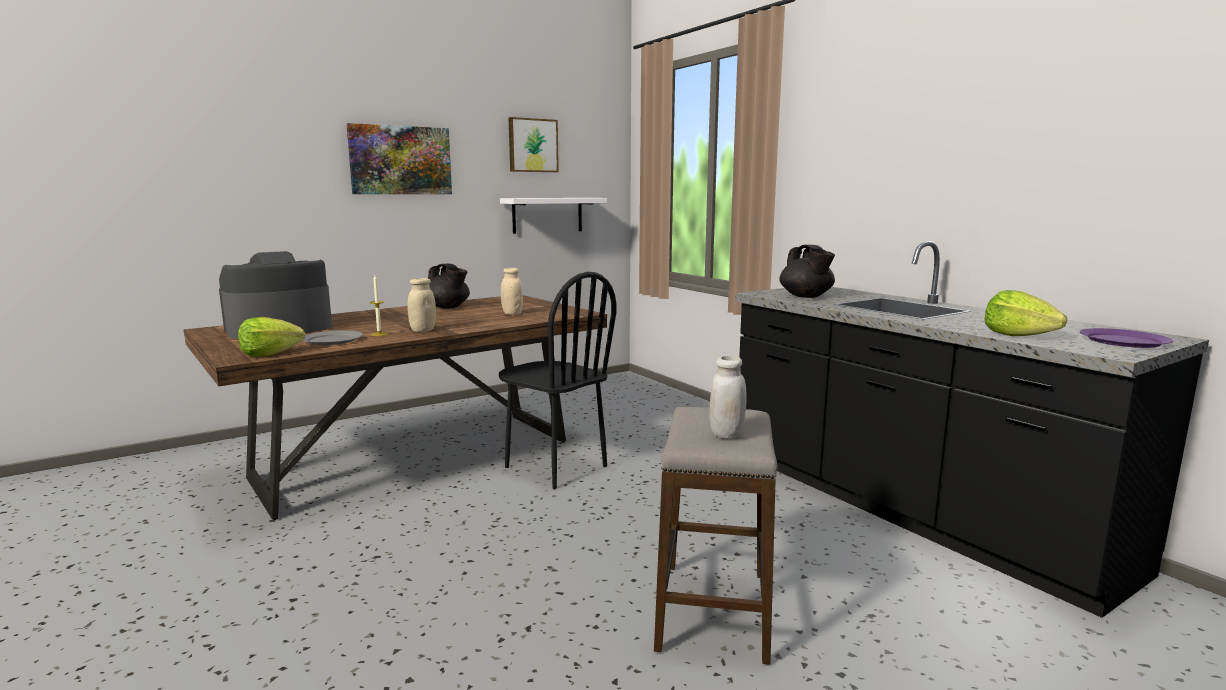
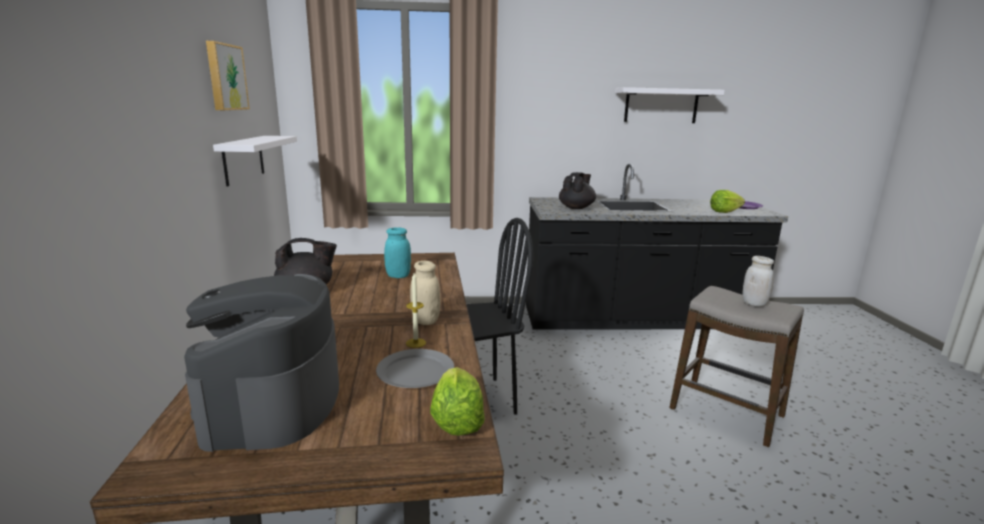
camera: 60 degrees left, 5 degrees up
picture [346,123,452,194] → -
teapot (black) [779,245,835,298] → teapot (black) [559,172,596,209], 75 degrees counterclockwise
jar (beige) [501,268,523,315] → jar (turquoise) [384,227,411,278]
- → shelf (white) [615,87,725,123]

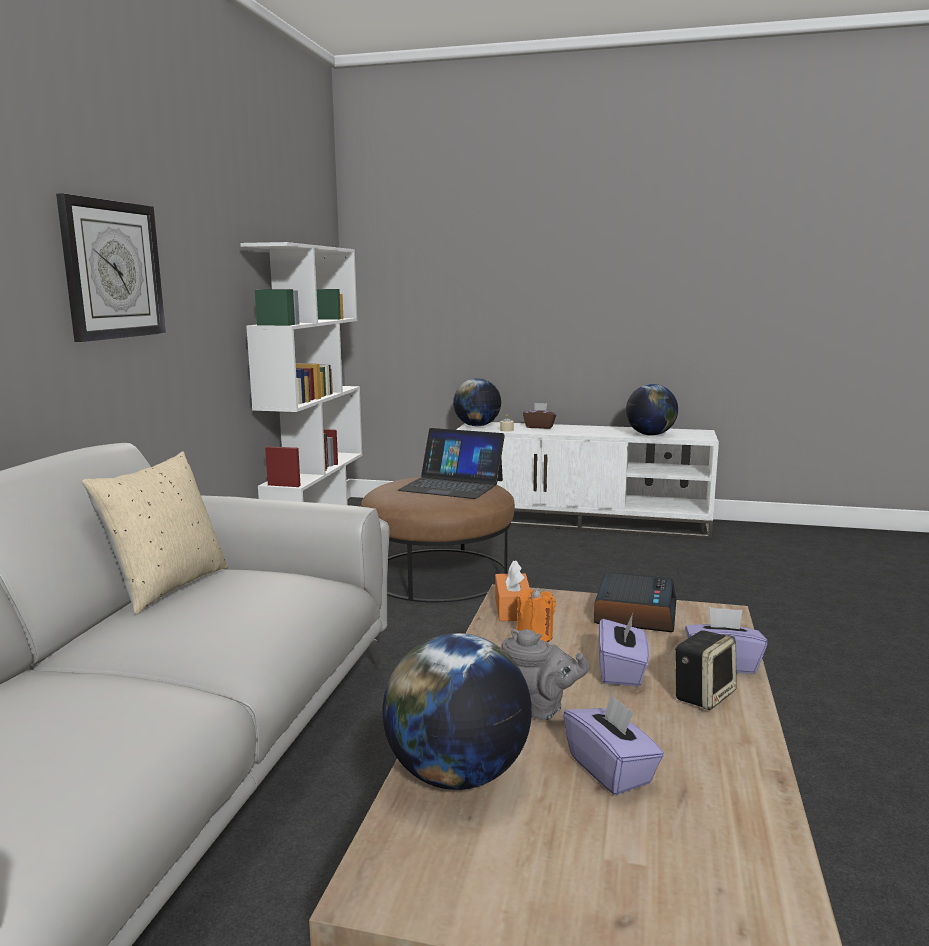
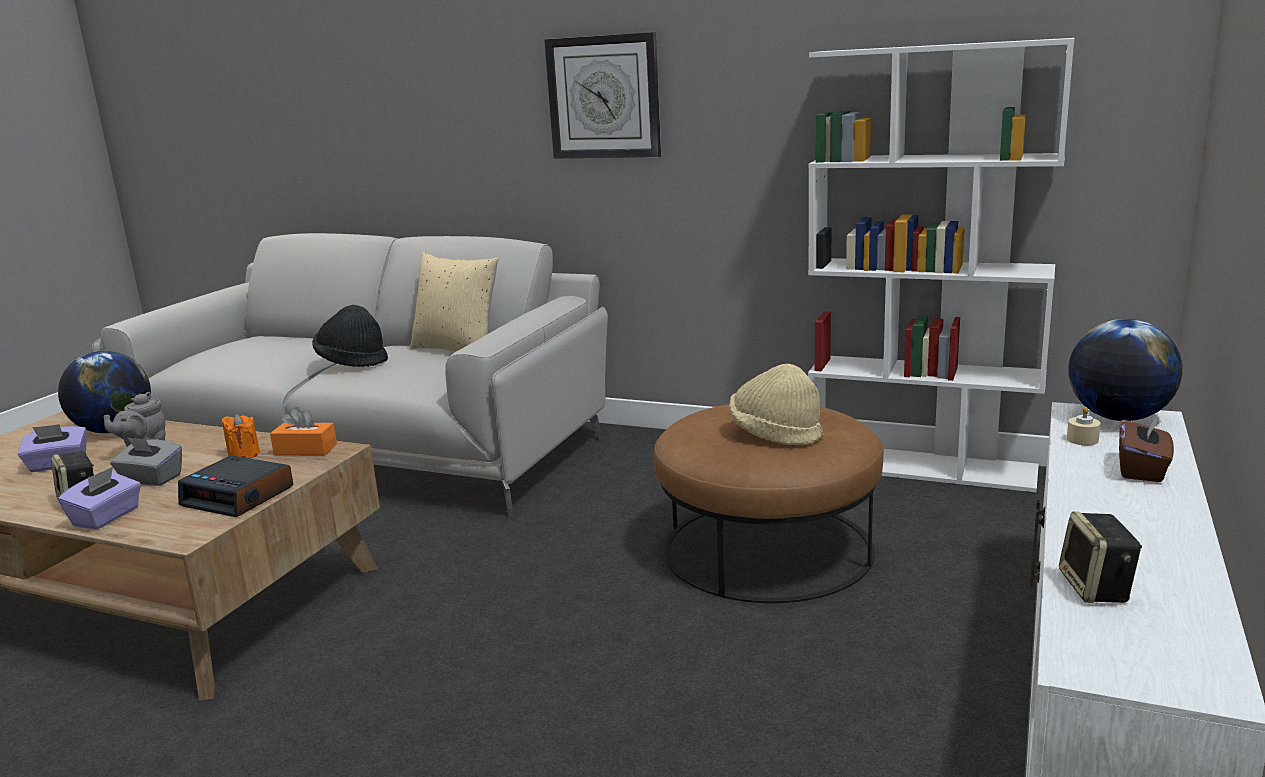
camera: 100 degrees right, 5 degrees up
globe [626,384,678,436] → speaker [1059,511,1142,603]
laptop [398,428,505,499] → hat (beige) [729,364,824,446]
tissue box (purple) [599,614,649,686] → tissue box (grey) [110,437,182,486]
- → hat (black) [312,305,388,367]

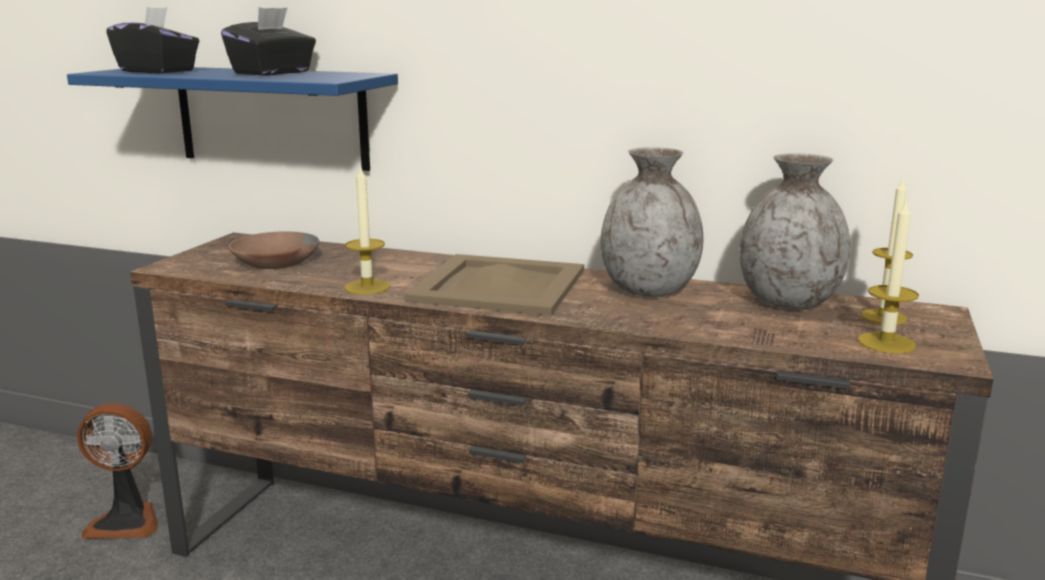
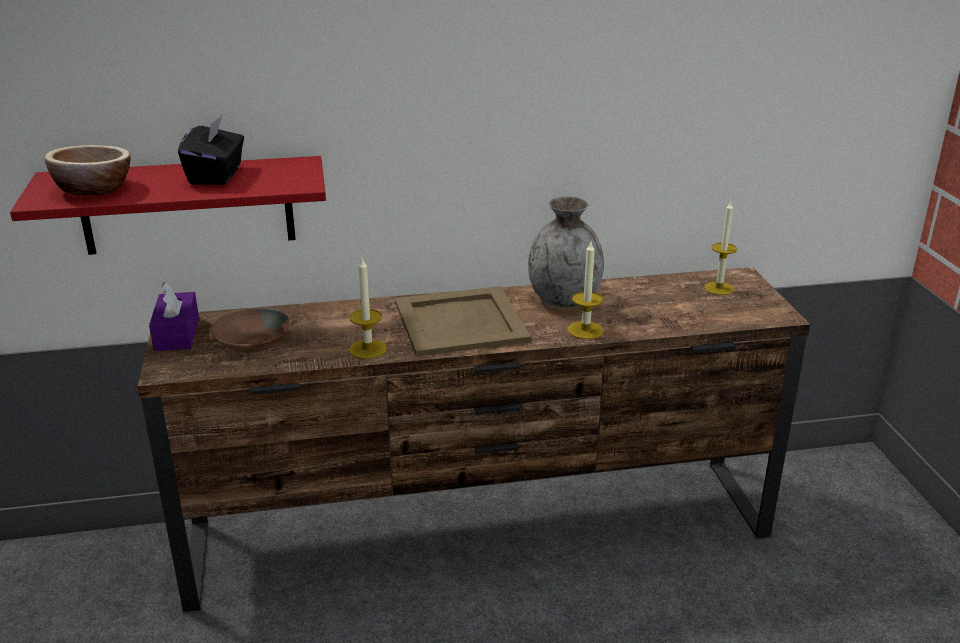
camera: 30 degrees left, 10 degrees up
tissue box (black) [106,7,199,74] → bowl [45,145,130,195]
shelf (blue) [67,67,398,171] → shelf (red) [10,156,326,255]
vase (grey) [739,153,850,309] → -
candle [858,199,919,354] → candle [568,242,604,339], shifted
fan [77,403,158,539] → -
- → tissue box (purple) [149,282,199,351]

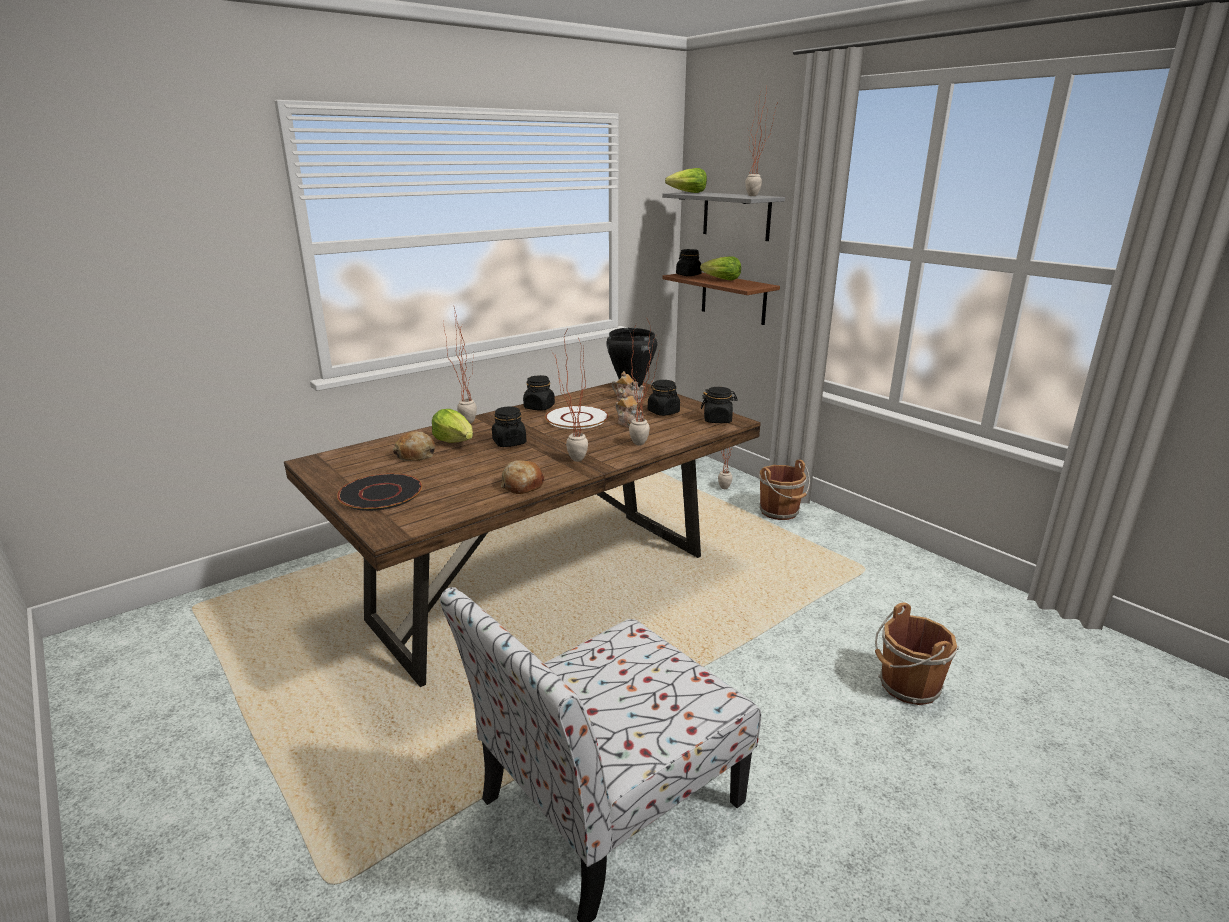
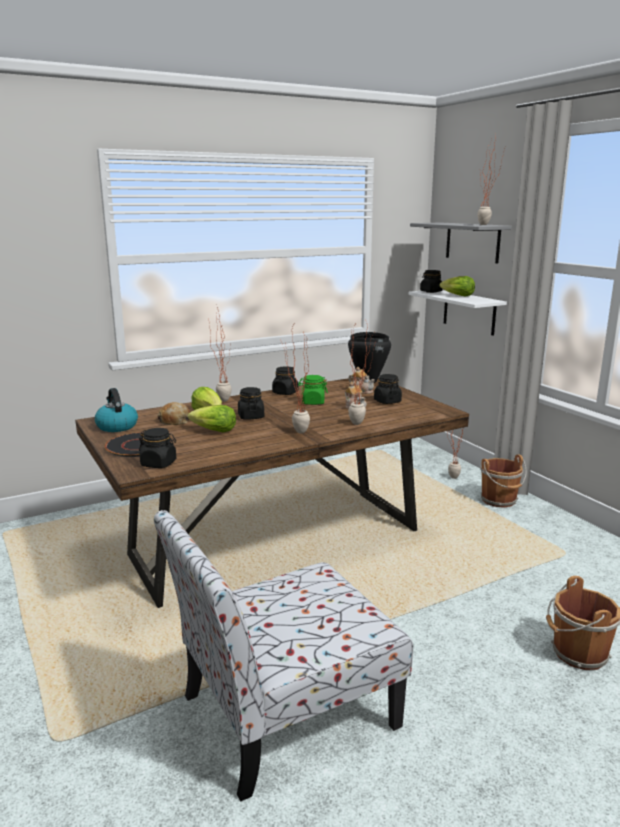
camera: 10 degrees right, 5 degrees down
lettuce [665,168,707,193] → lettuce [188,405,236,432], shifted
shelf (brown) [662,273,780,325] → shelf (white) [408,290,507,336]
jar (black) [701,387,738,423] → jar (black) [139,428,176,468], shifted
plate (white) [545,406,609,429] → jar (green) [298,375,328,405]
bread [501,460,544,494] → -
- → kettle [95,388,138,432]

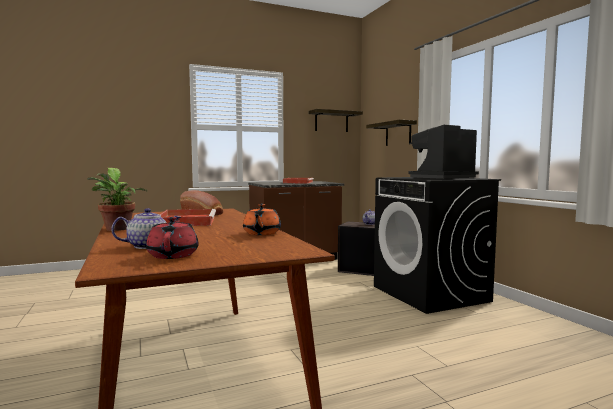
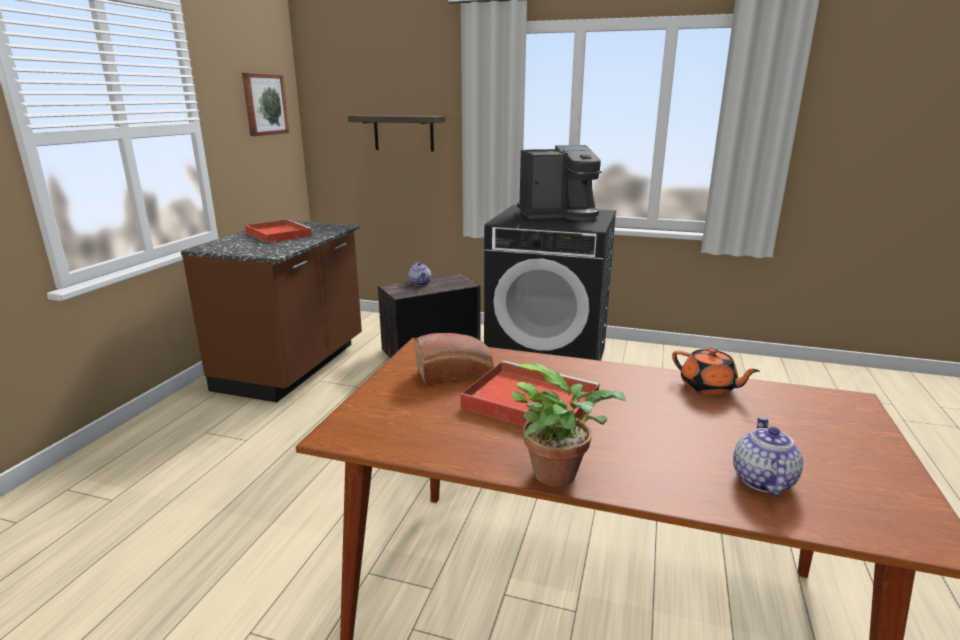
camera: 50 degrees left, 15 degrees up
shelf [309,109,363,132] → picture [242,73,289,136]
coffee machine [408,124,479,179] → coffee machine [517,145,602,221], 105 degrees counterclockwise
teapot (red) [146,217,199,259] → -

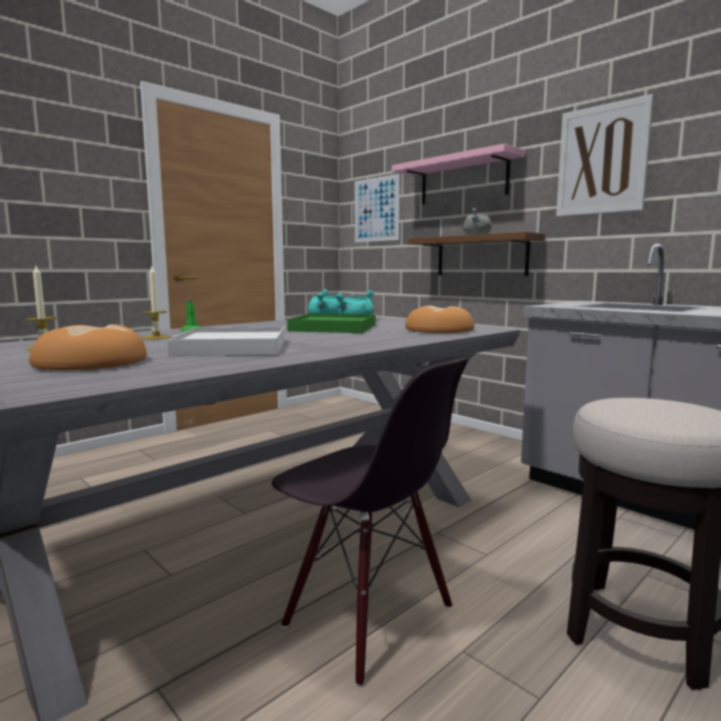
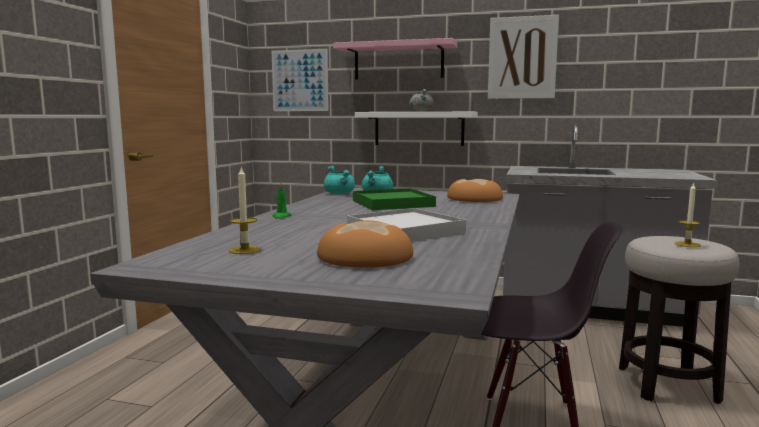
camera: 30 degrees left, 0 degrees up
shelf (brown) [408,232,545,276] → shelf (white) [355,112,478,146]
candle [142,265,171,339] → candle [675,183,701,247], shifted

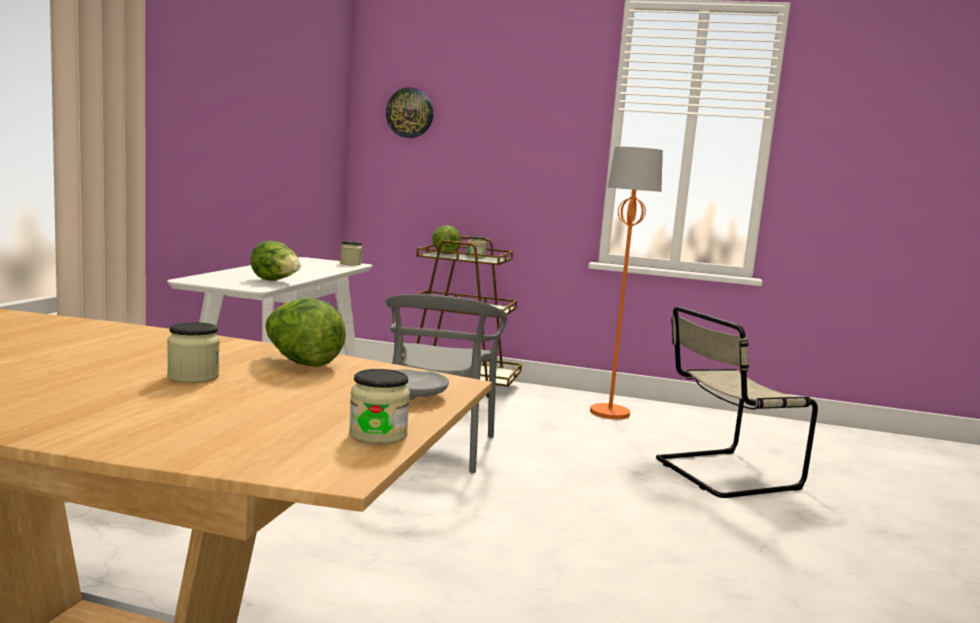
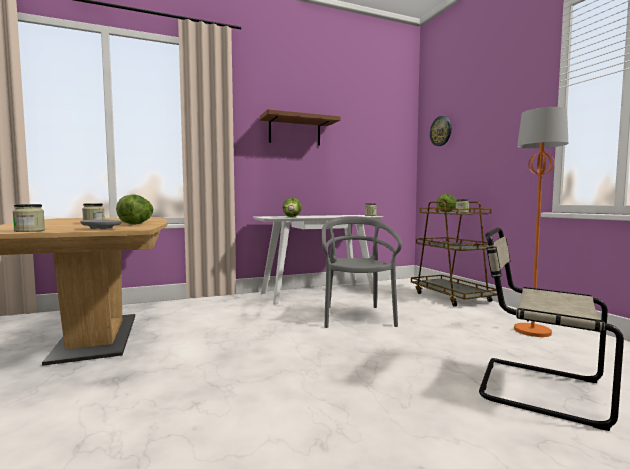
camera: 55 degrees right, 5 degrees down
chair (grey) [385,294,507,474] → chair (grey) [321,216,402,328], 120 degrees clockwise
- → shelf (brown) [259,109,340,146]

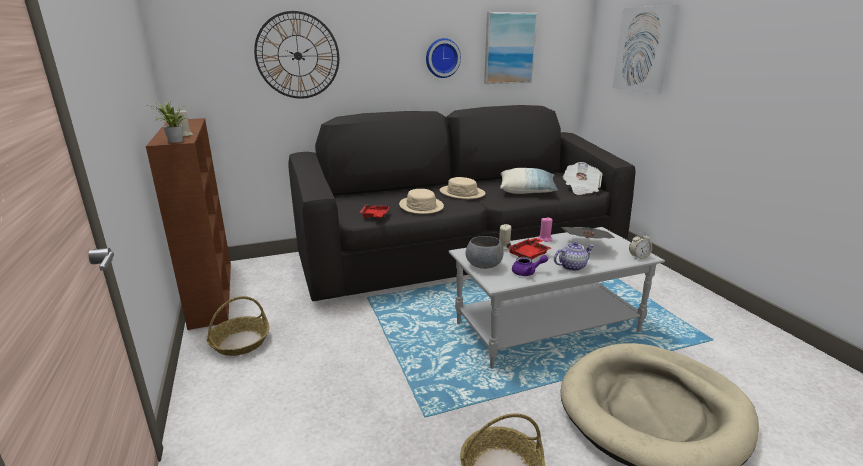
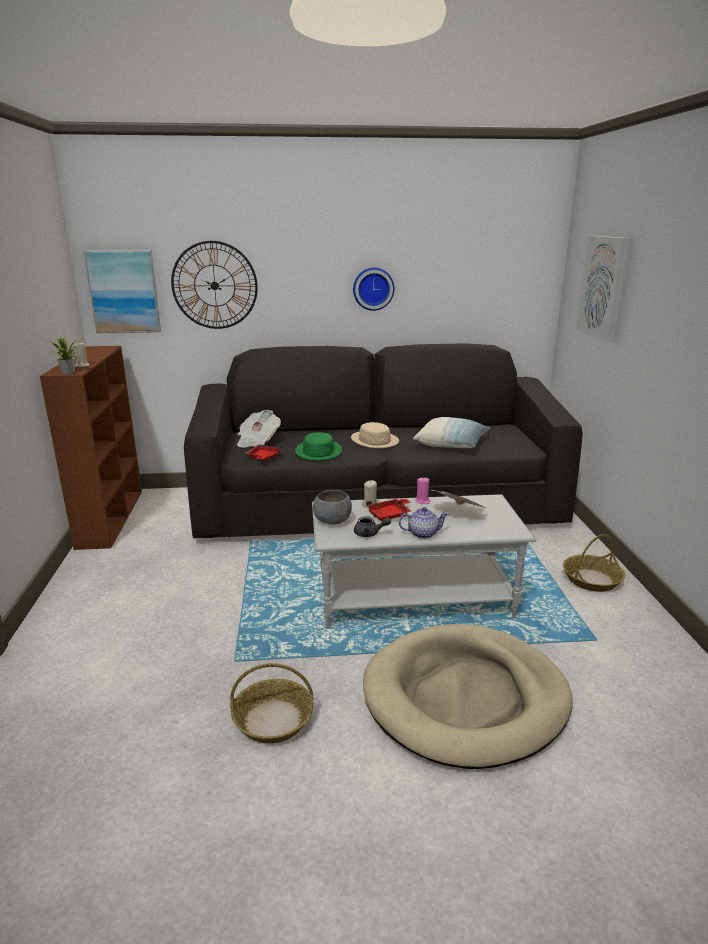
camera: 15 degrees right, 0 degrees up
picture [484,12,537,84] → picture [83,250,161,333], shifted
newspaper [563,162,603,195] → newspaper [237,410,281,447], shifted
hat (beige) [399,189,444,214] → hat (green) [295,432,342,460]
alarm clock [629,232,652,260] → -
teapot (purple) [512,255,548,276] → teapot (grey) [354,516,391,537]
basket [207,296,270,356] → basket [563,534,625,592], shifted

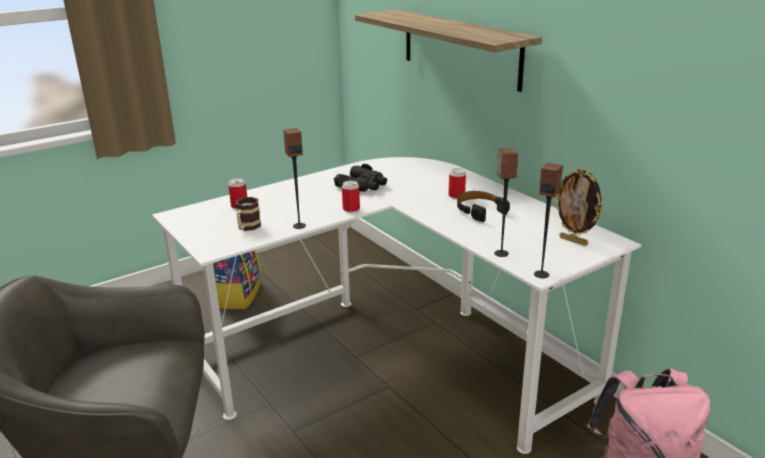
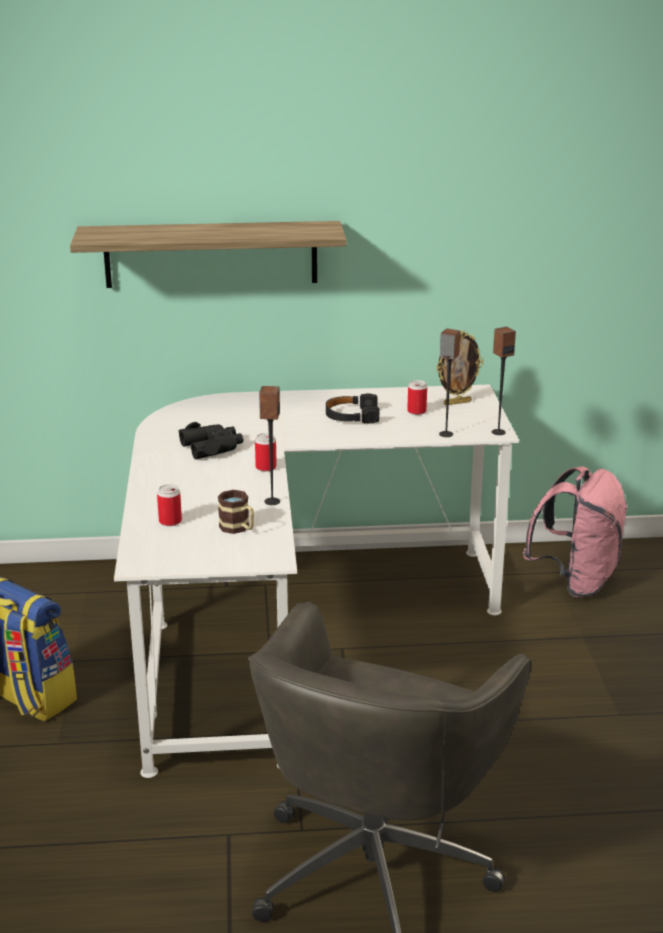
camera: 60 degrees left, 0 degrees up
can [449,168,466,199] → can [407,380,427,415], shifted

